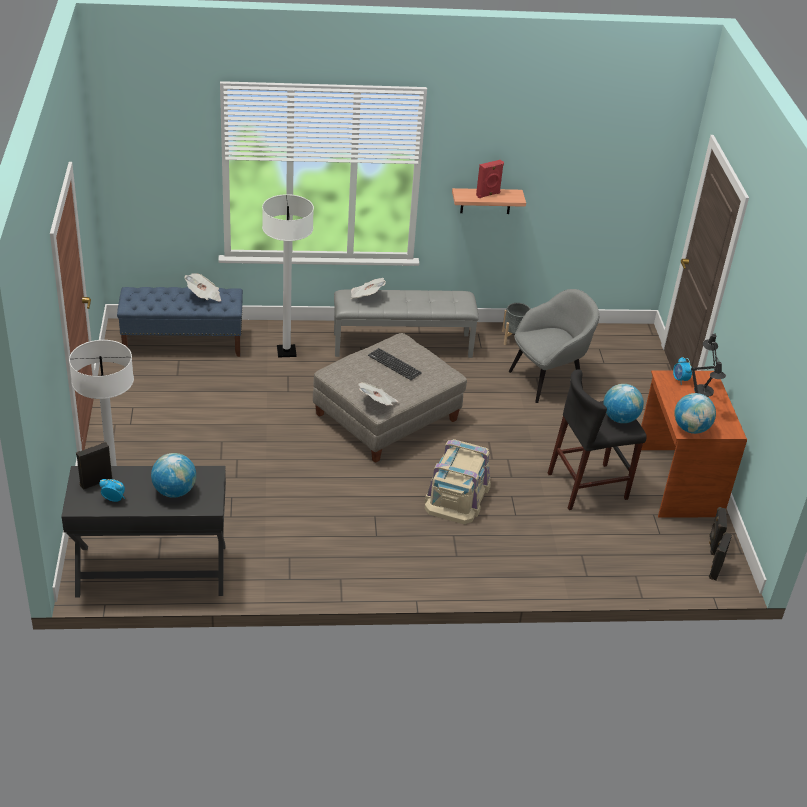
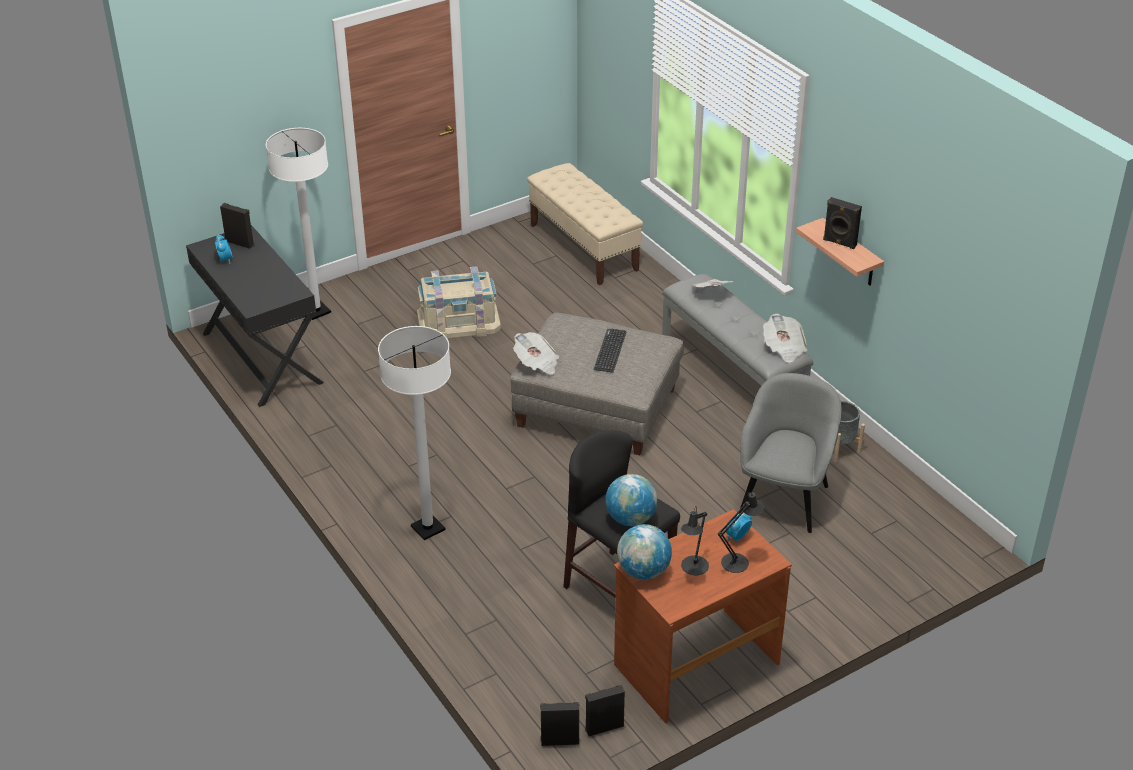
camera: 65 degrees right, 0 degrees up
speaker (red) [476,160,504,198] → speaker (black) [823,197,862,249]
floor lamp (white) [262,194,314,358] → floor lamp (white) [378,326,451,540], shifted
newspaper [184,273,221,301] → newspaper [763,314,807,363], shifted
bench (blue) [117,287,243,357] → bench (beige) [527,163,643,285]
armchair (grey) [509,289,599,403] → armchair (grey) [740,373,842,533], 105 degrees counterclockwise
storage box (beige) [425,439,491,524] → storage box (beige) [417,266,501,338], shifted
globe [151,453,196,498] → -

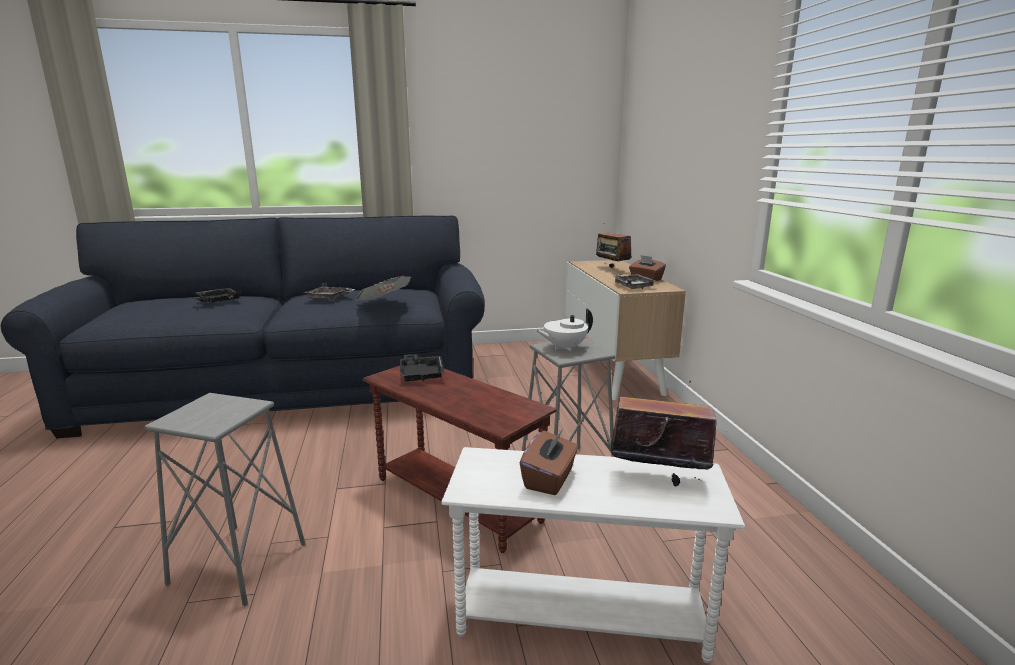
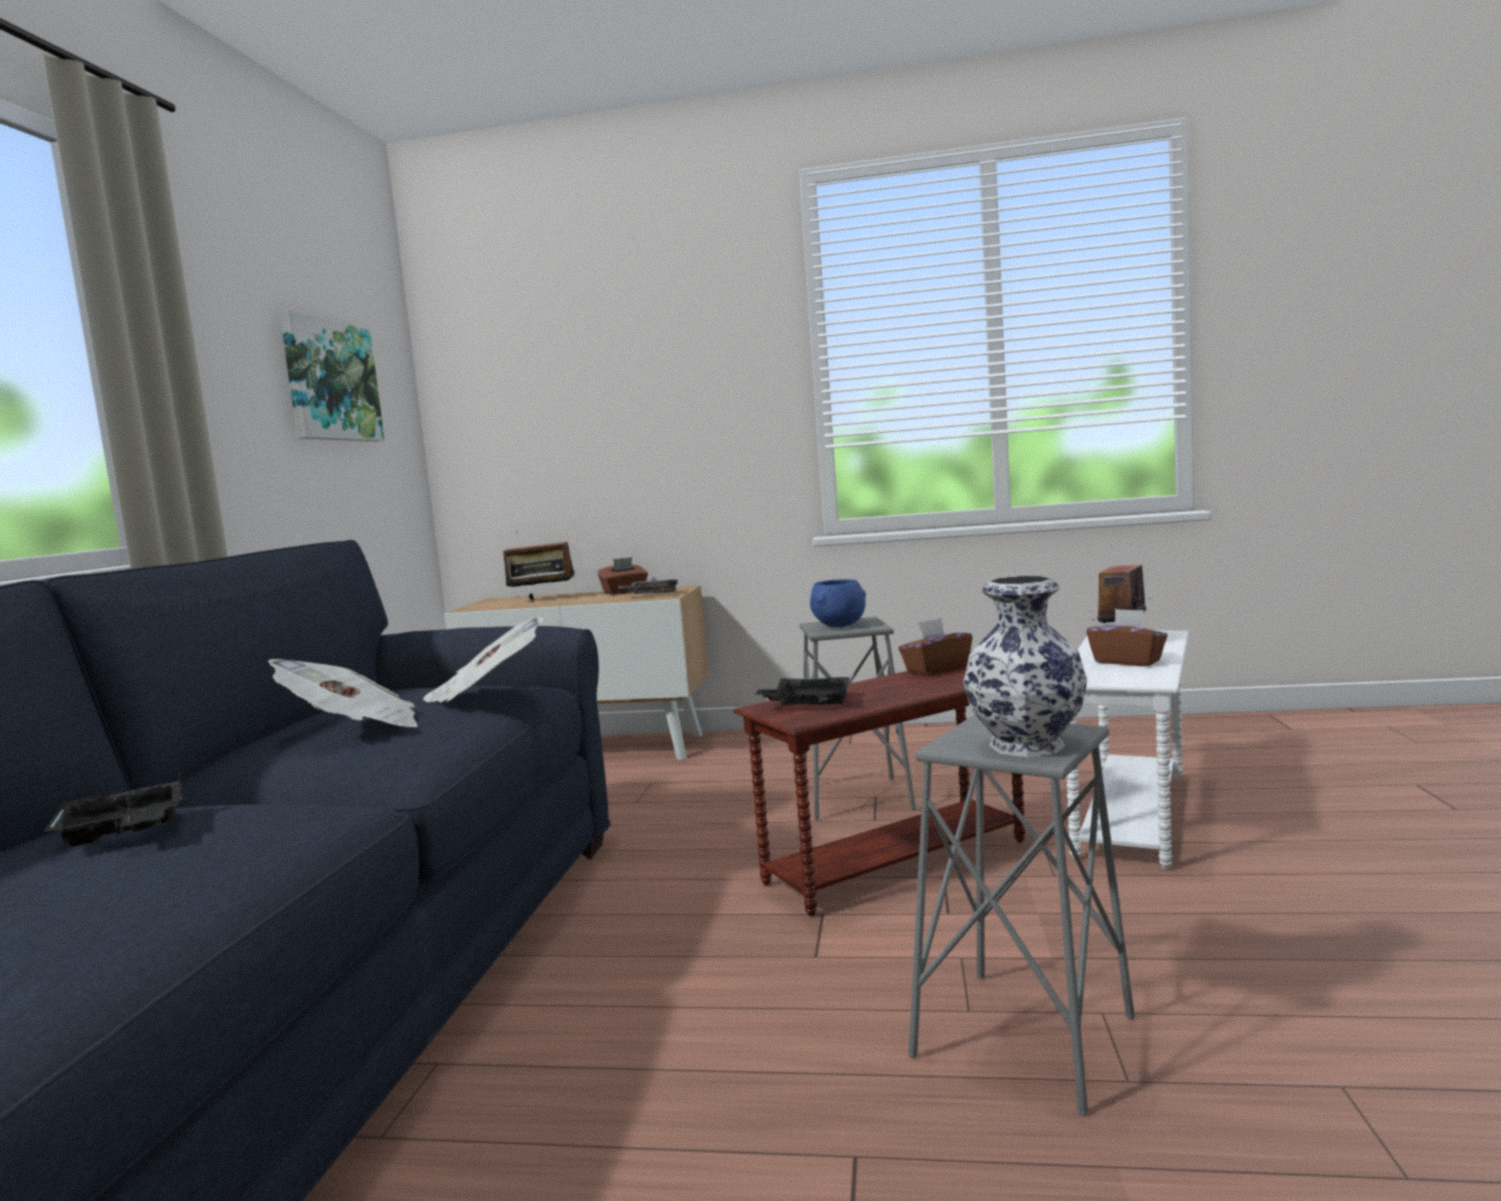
camera: 70 degrees left, 10 degrees down
tray (grey) [304,283,355,300] → newspaper [268,659,418,727]
teapot (white) [535,308,593,351] → bowl (blue) [810,579,866,627]
- → picture [279,310,385,442]
- → vase [963,576,1087,757]
- → tissue box (brown) [899,618,973,676]

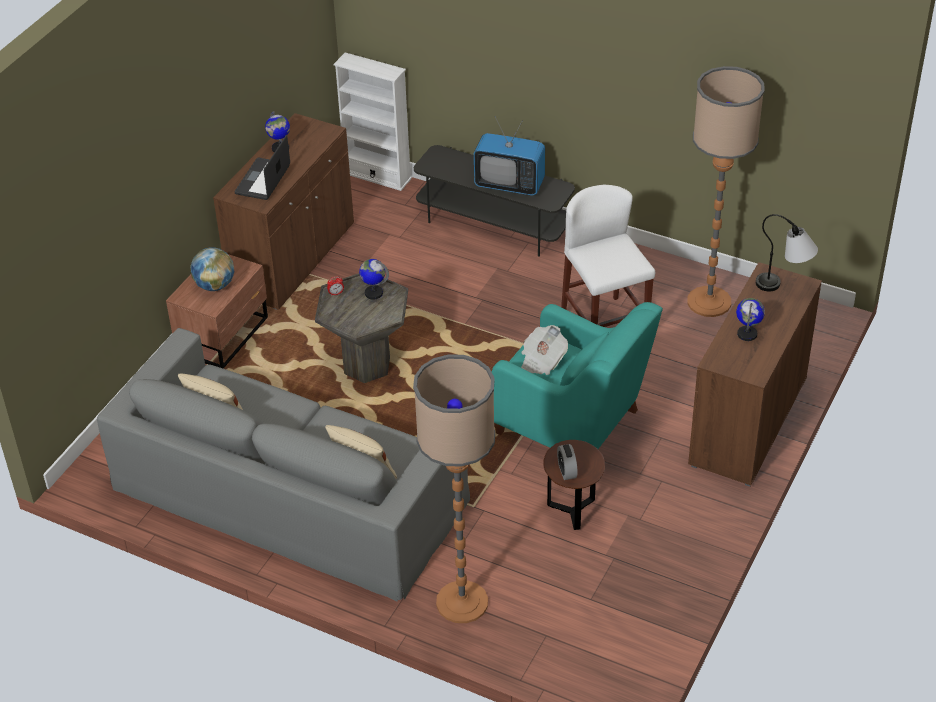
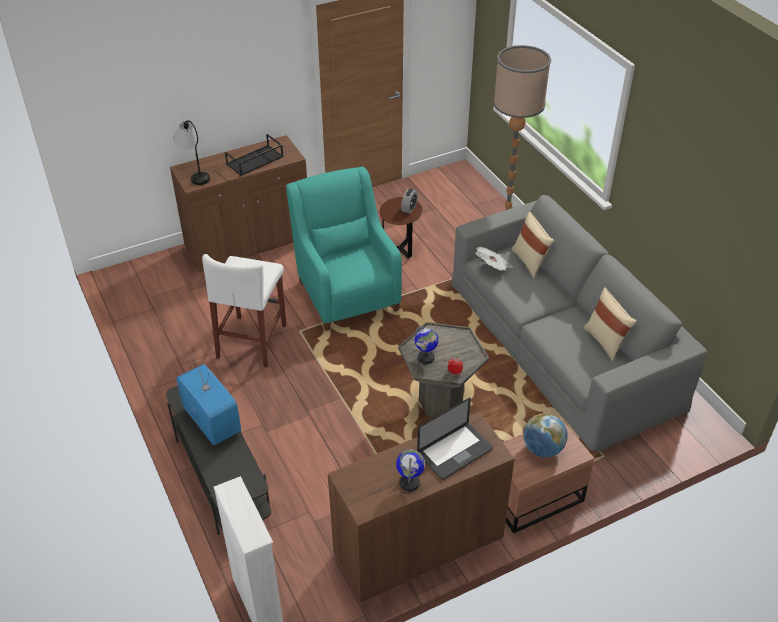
camera: 145 degrees left, 0 degrees up
floor lamp [687,66,765,317] → -
globe [736,298,765,341] → tray (black) [225,134,284,176]
newspaper [521,325,568,375] → newspaper [476,247,513,271], shifted

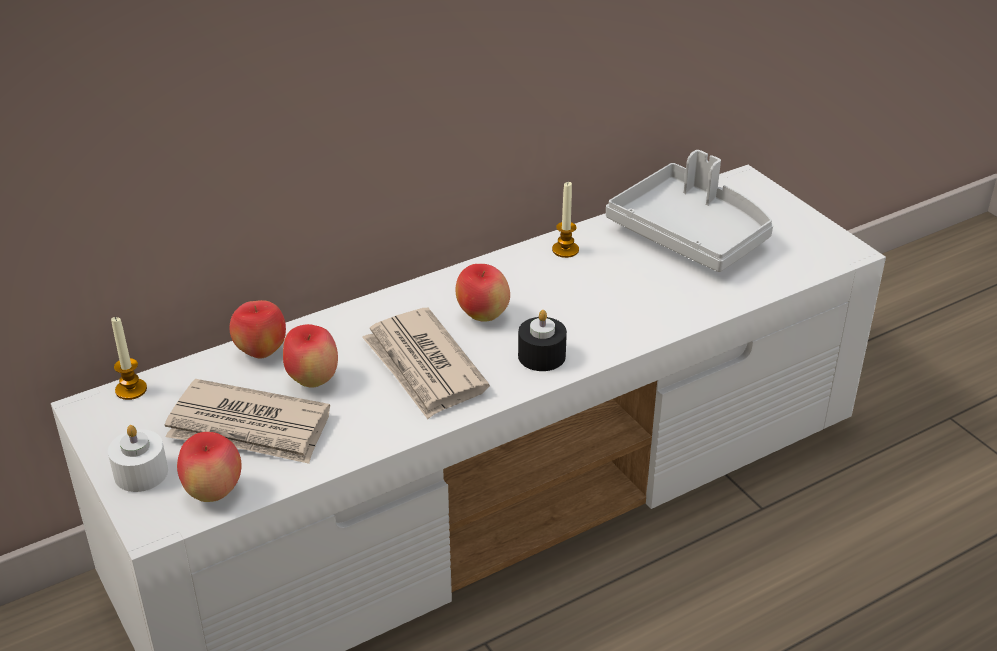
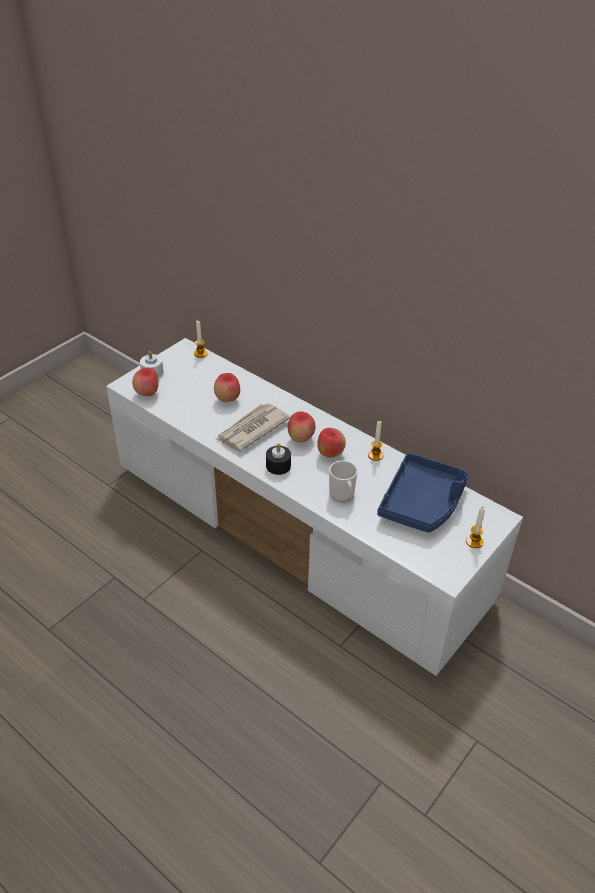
camera: 70 degrees right, 5 degrees up
tray (grey) [606,150,773,272] → tray (blue) [377,453,469,533]
apple [230,300,286,358] → apple [317,428,346,458], shifted
newspaper [164,379,330,464] → -
- → mug [329,460,358,502]
- → candle [466,506,485,548]

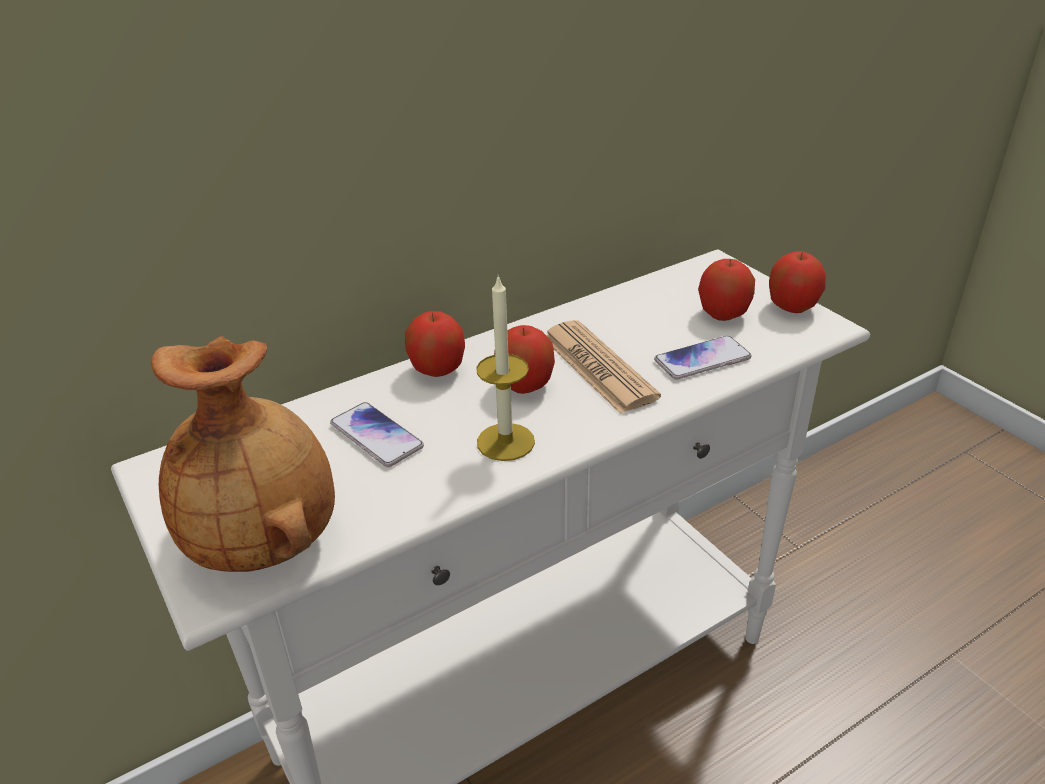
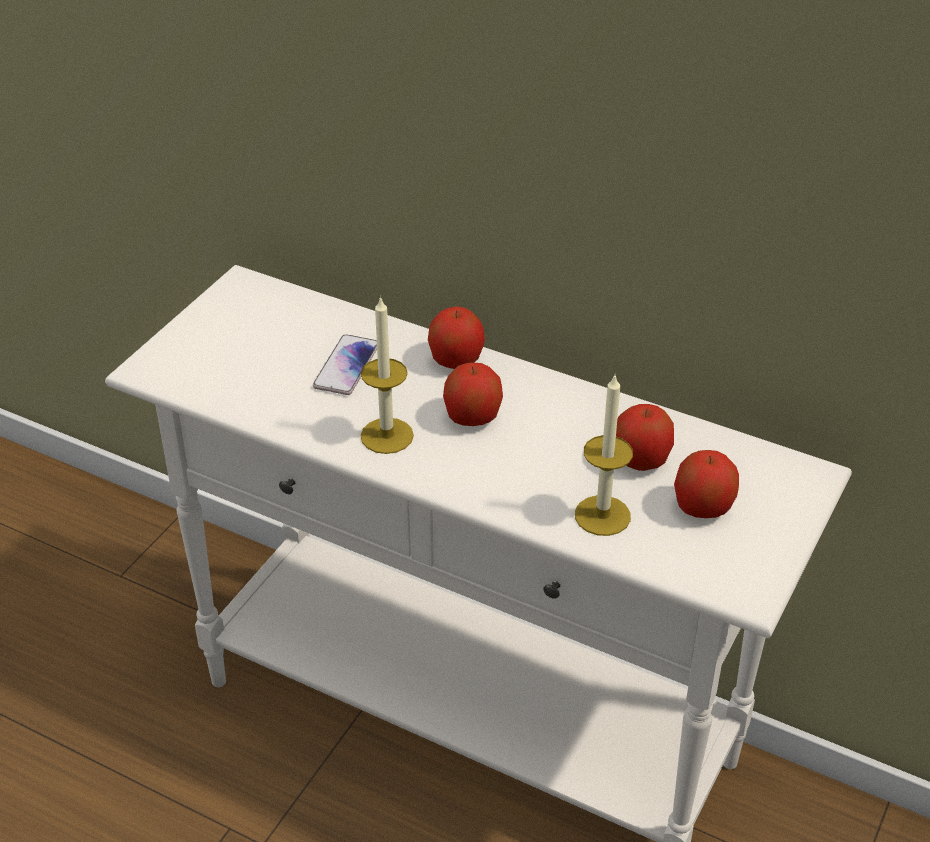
camera: 60 degrees right, 5 degrees up
apple [769,251,826,313] → apple [616,404,674,471], shifted
newspaper [546,320,661,414] → -
vase (brown) [151,336,335,572] → -
phone [654,336,751,379] → candle [575,375,633,536]

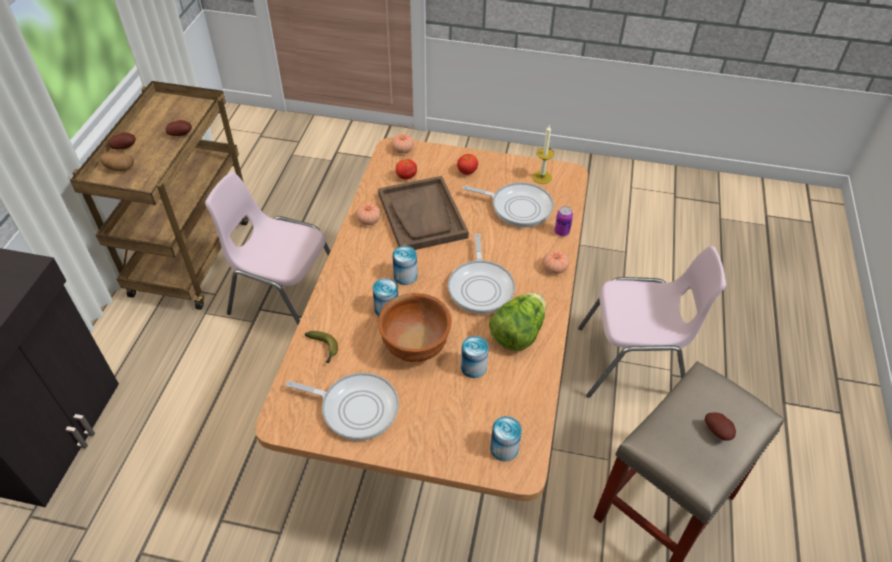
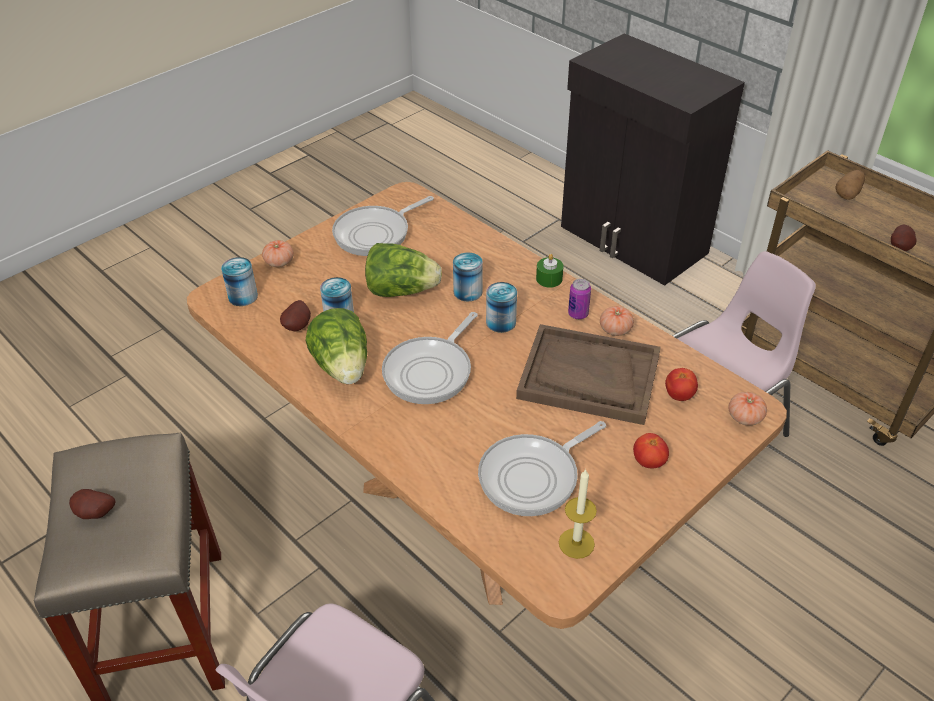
camera: 125 degrees right, 5 degrees down
potato [109,132,136,149] → potato [280,300,311,332], shifted
can [555,206,573,236] → can [568,279,591,319], shifted
frying pan [448,234,515,314] → frying pan [382,312,478,404], 90 degrees counterclockwise
tomato [543,250,569,274] → tomato [262,240,294,267], shifted
bowl (brown) [378,293,452,362] → lettuce [365,243,442,297]
banana [305,331,338,364] → -
- → candle (green) [536,254,564,288]

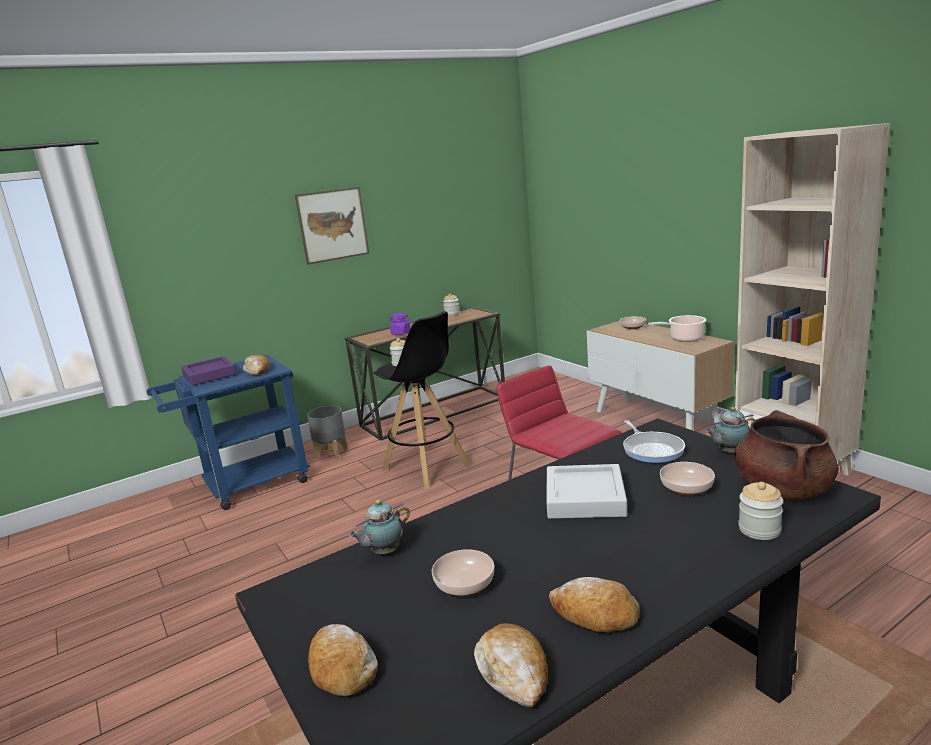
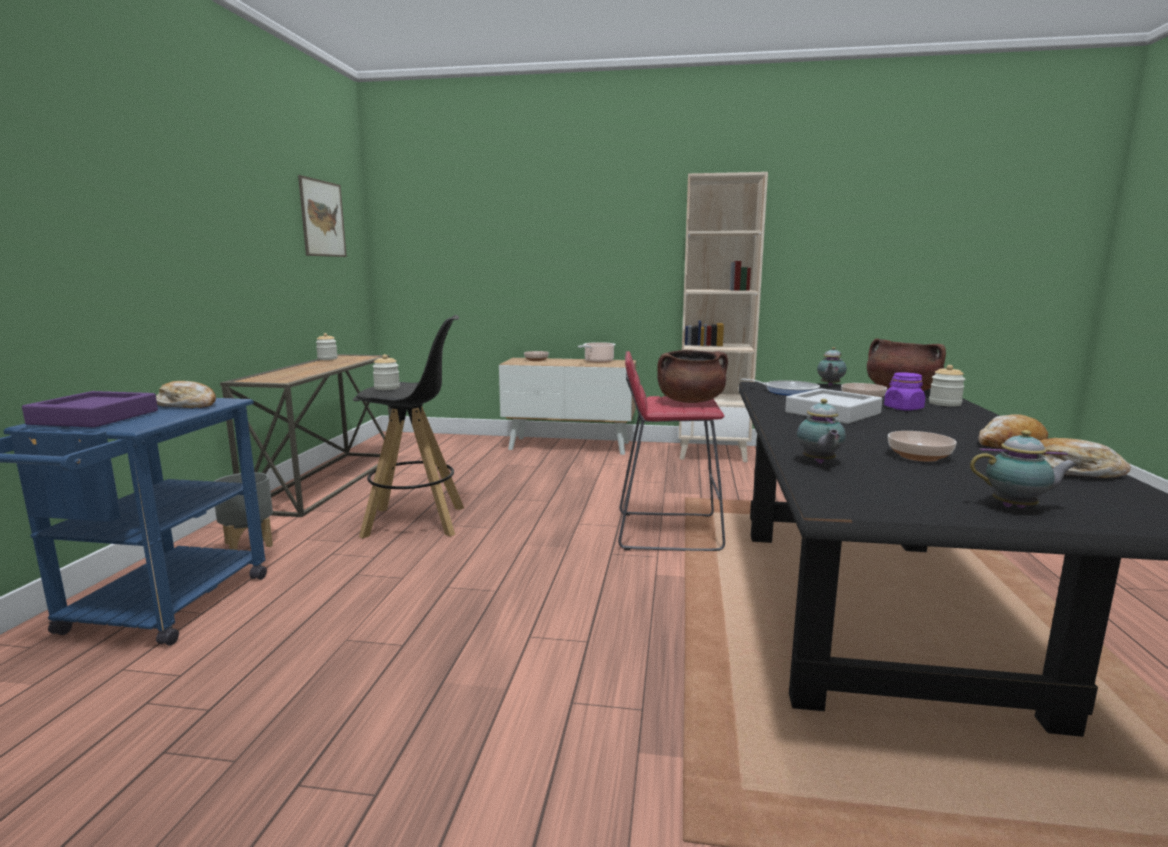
camera: 50 degrees left, 5 degrees down
picture [295,187,369,265] → picture [298,175,347,257], shifted
jar (purple) [389,313,411,335] → jar (purple) [884,372,925,411], shifted
bread [308,624,378,696] → teapot [970,430,1078,508]
- → cooking pot (brown) [657,350,728,403]

